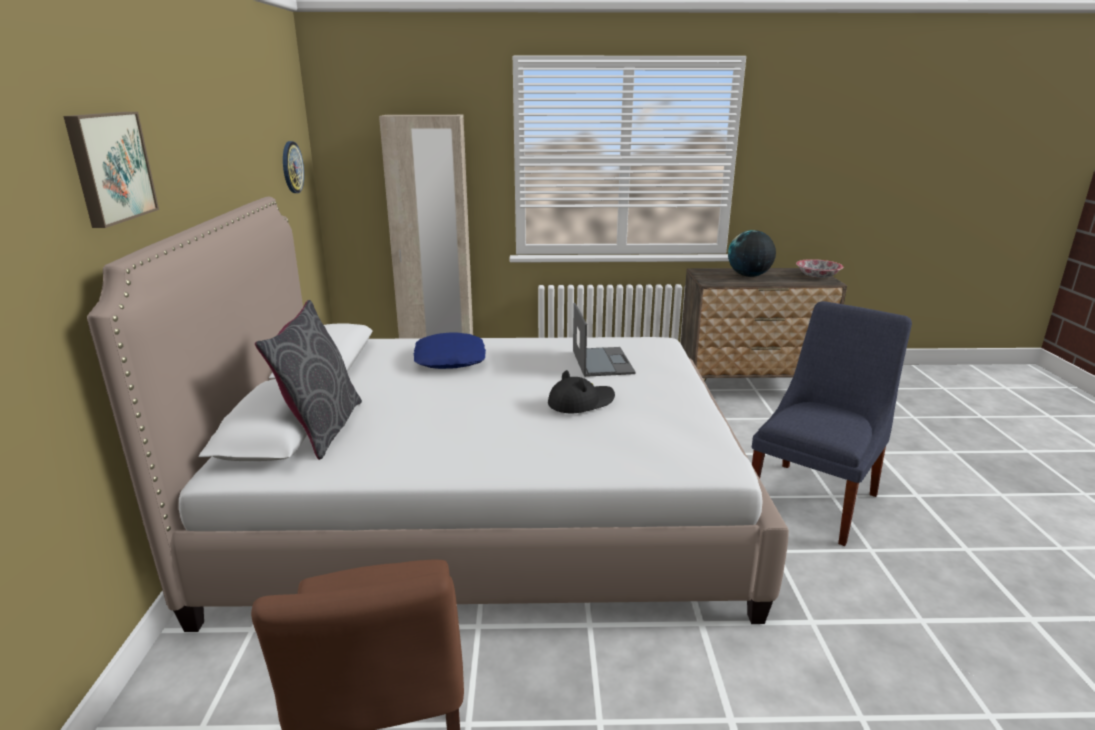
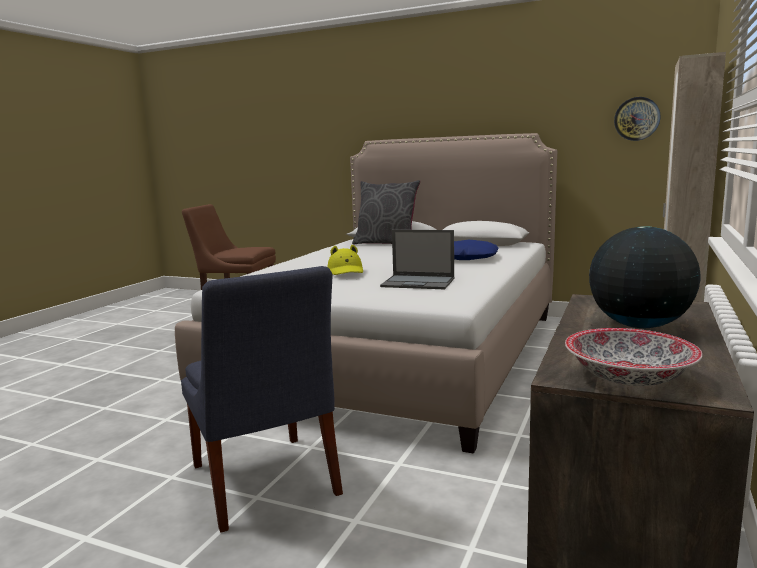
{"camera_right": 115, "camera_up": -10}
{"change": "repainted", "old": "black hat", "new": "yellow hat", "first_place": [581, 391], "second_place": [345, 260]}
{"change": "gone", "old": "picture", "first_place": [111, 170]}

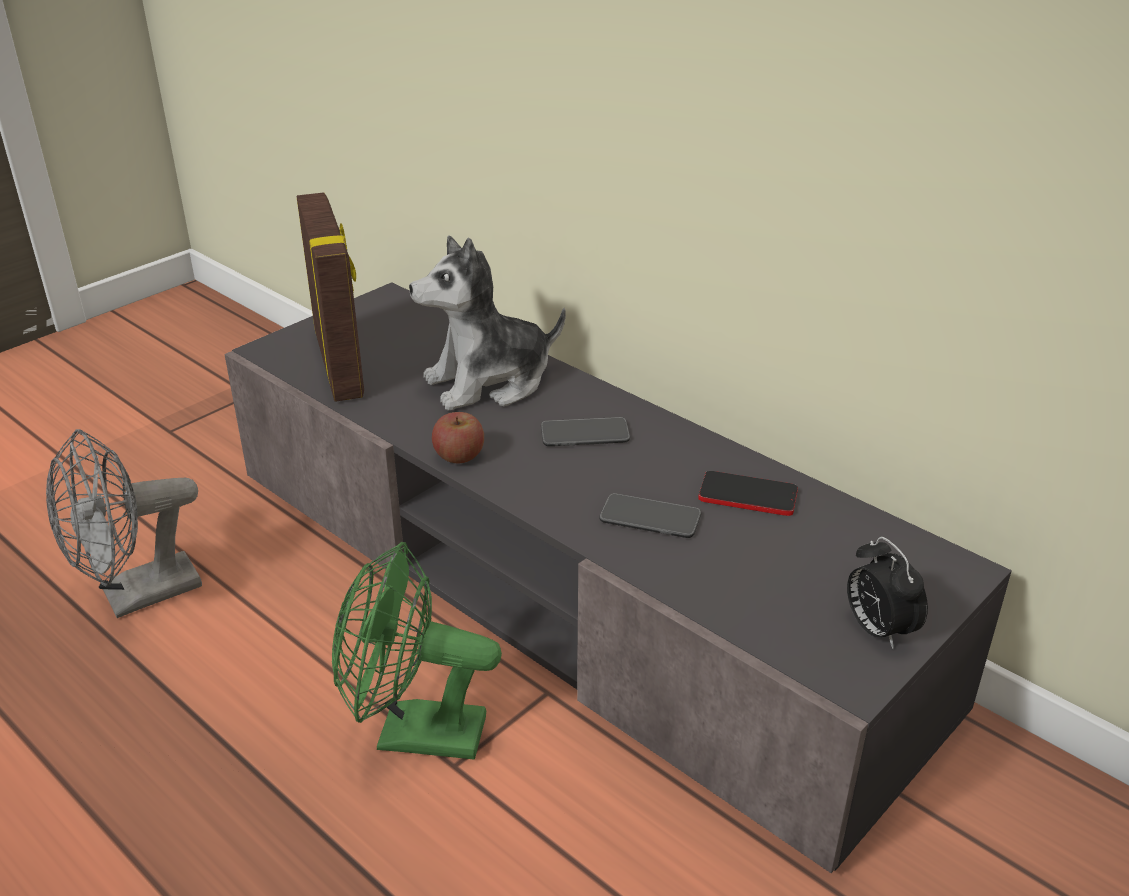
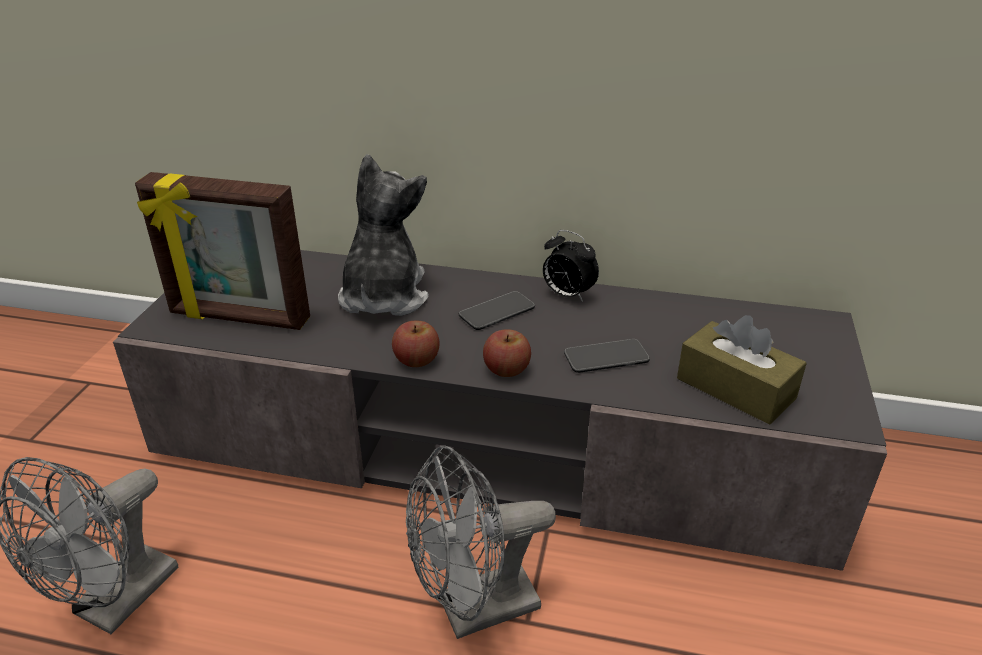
{"camera_right": -30, "camera_up": 0}
{"change": "rotated", "old": "picture frame", "first_place": [330, 297], "second_place": [222, 251], "degrees": 150}
{"change": "rotated", "old": "plush toy", "first_place": [487, 322], "second_place": [383, 235], "degrees": 150}
{"change": "repainted", "old": "green fan", "new": "grey fan", "first_place": [417, 651], "second_place": [481, 542]}
{"change": "new", "new": "apple", "second_place": [507, 353]}
{"change": "shifted", "old": "alarm clock", "first_place": [887, 592], "second_place": [571, 266]}
{"change": "new", "new": "brown tissue box", "second_place": [742, 370]}
{"change": "gone", "old": "phone", "first_place": [748, 493]}

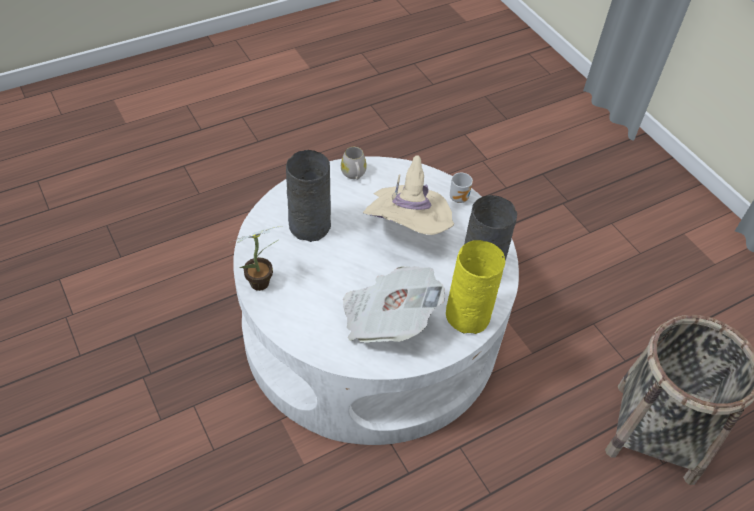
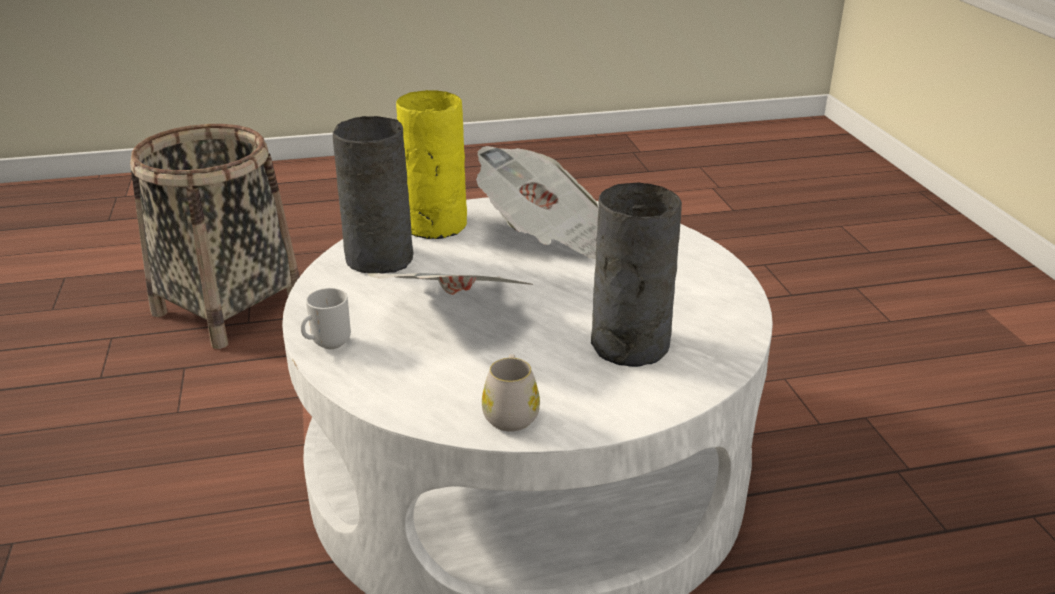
{"camera_right": -160, "camera_up": -20}
{"change": "swapped", "old": "beige hat", "new": "newspaper", "first_place": [408, 195], "second_place": [450, 284]}
{"change": "gone", "old": "potted plant", "first_place": [259, 258]}

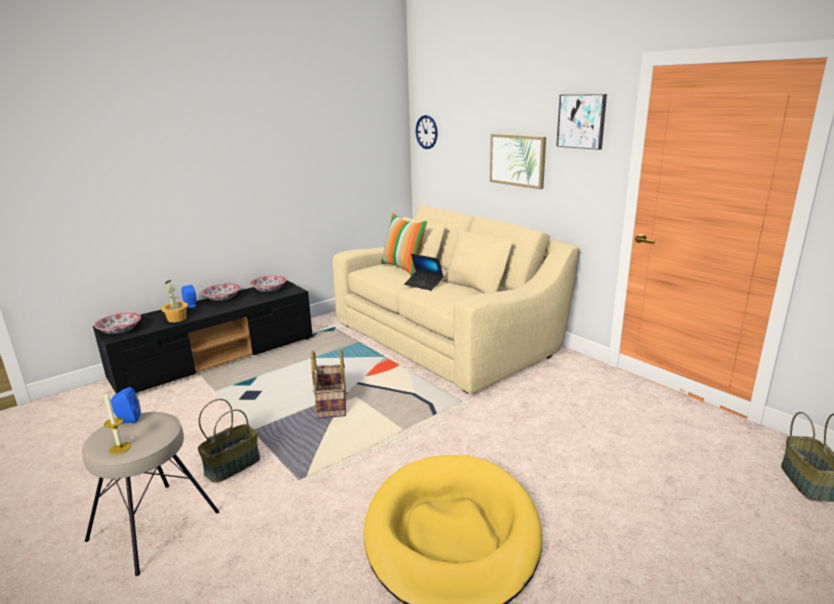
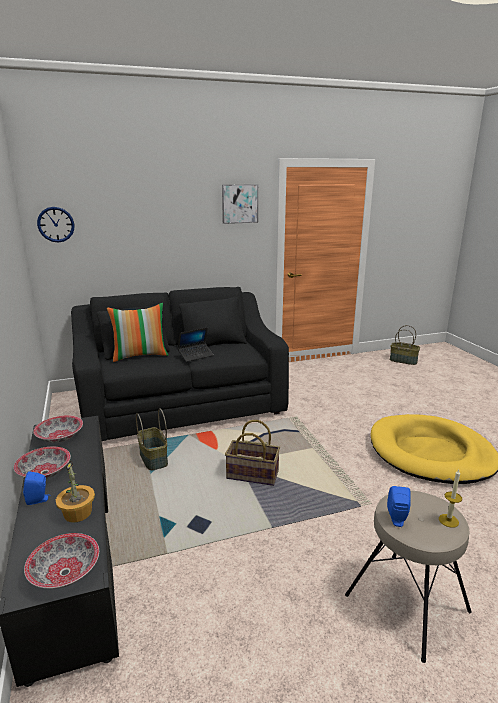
{"camera_right": -70, "camera_up": 0}
{"change": "repainted", "old": "beige sofa", "new": "black sofa", "first_place": [456, 299], "second_place": [180, 364]}
{"change": "shifted", "old": "basket", "first_place": [229, 441], "second_place": [152, 439]}
{"change": "gone", "old": "picture", "first_place": [518, 161]}

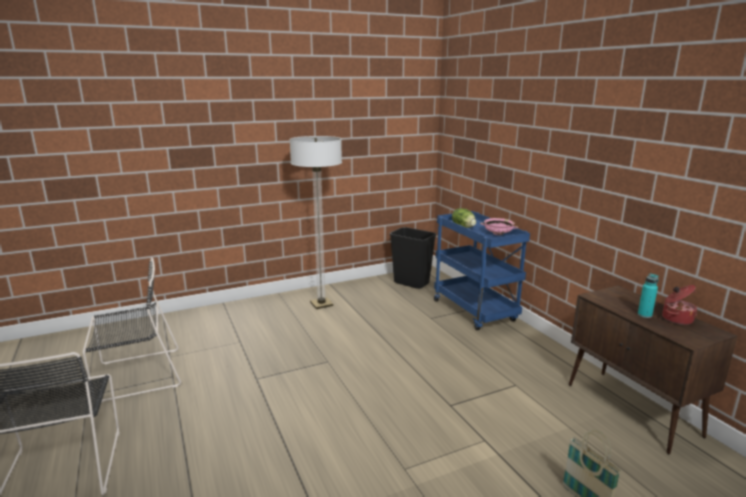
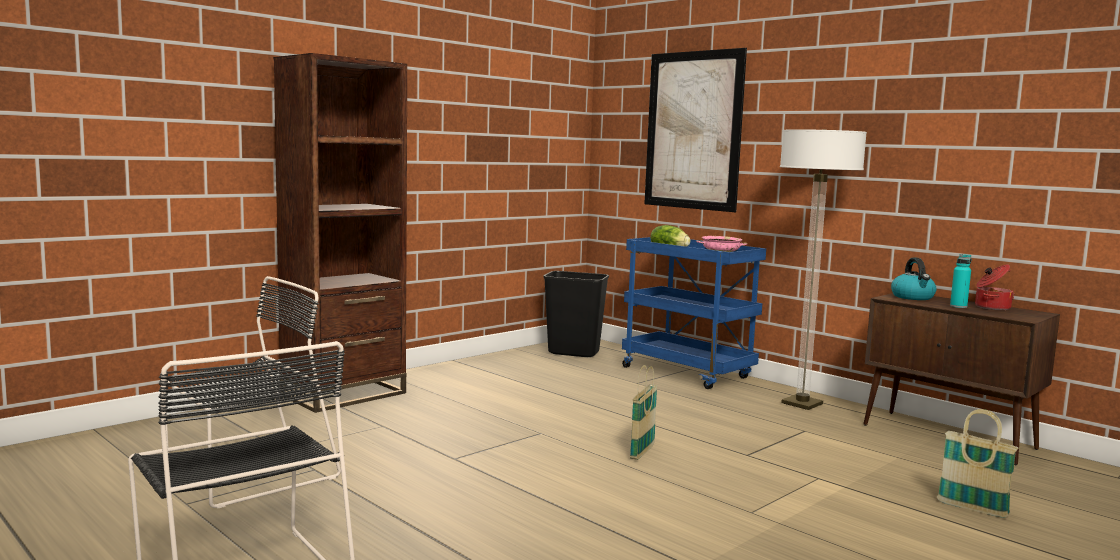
{"camera_right": -20, "camera_up": -10}
{"change": "new", "new": "brown bookcase", "second_place": [340, 233]}
{"change": "new", "new": "basket", "second_place": [643, 412]}
{"change": "new", "new": "picture", "second_place": [695, 130]}
{"change": "shifted", "old": "floor lamp", "first_place": [315, 222], "second_place": [823, 269]}
{"change": "new", "new": "kettle", "second_place": [913, 278]}

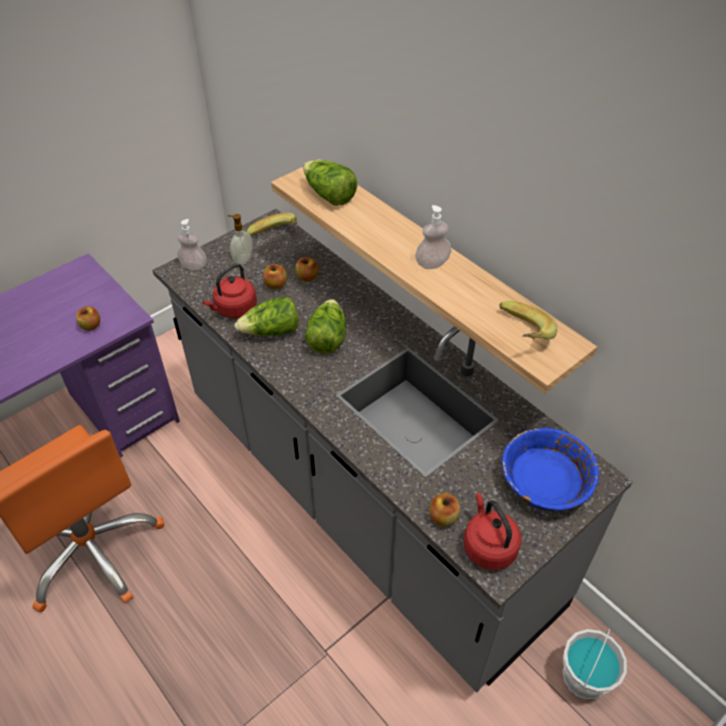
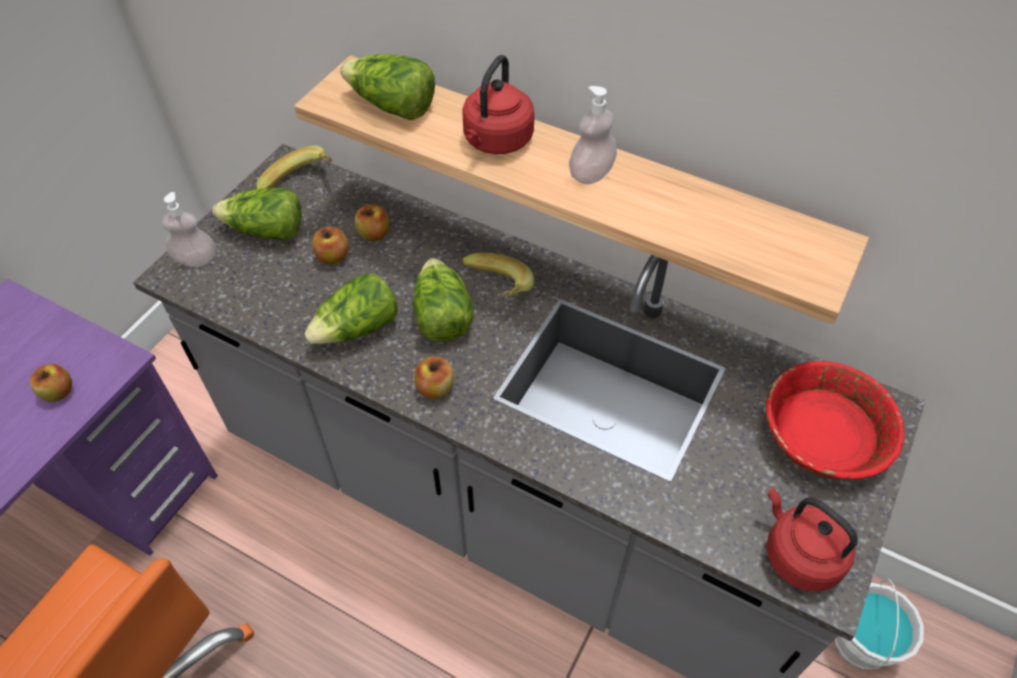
{"camera_right": -20, "camera_up": 5}
{"change": "swapped", "old": "soap dispenser", "new": "lettuce", "first_place": [240, 239], "second_place": [256, 214]}
{"change": "shifted", "old": "apple", "first_place": [444, 509], "second_place": [434, 377]}
{"change": "shifted", "old": "banana", "first_place": [528, 320], "second_place": [497, 275]}
{"change": "shifted", "old": "red kettle", "first_place": [230, 290], "second_place": [498, 104]}
{"change": "repainted", "old": "blue bowl", "new": "red bowl", "first_place": [550, 469], "second_place": [835, 420]}

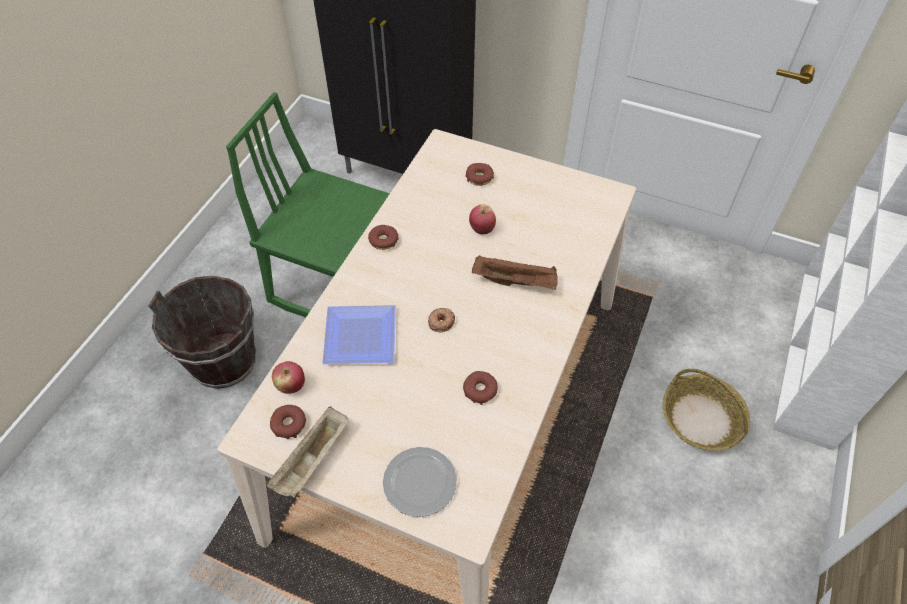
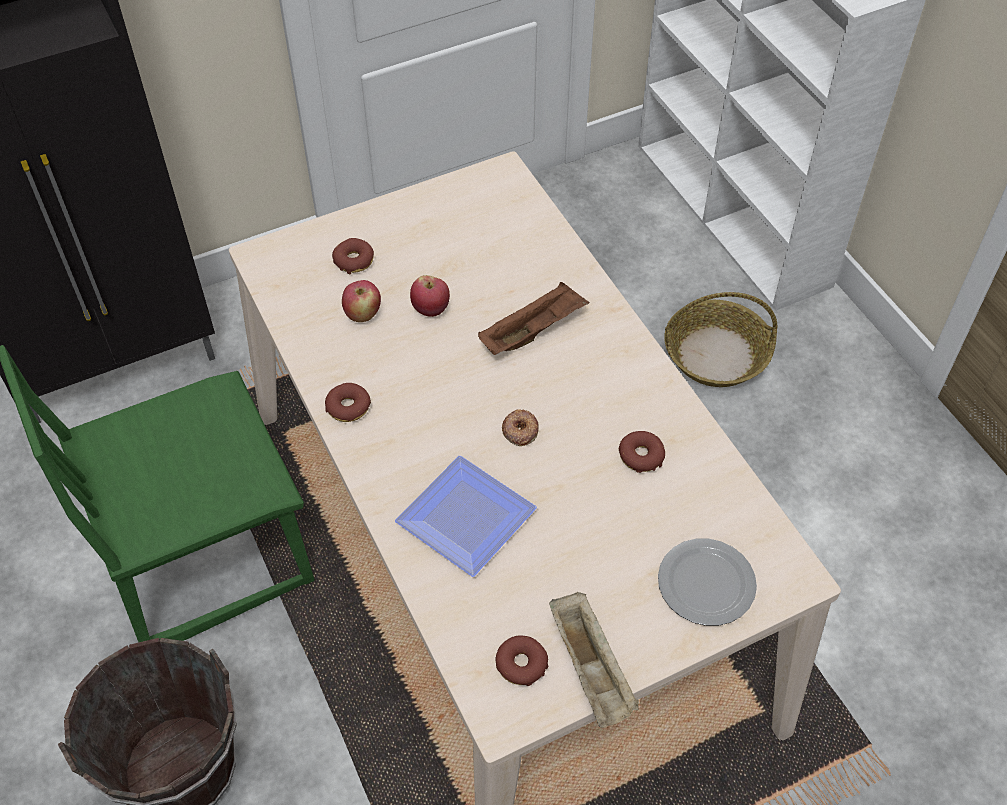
{"camera_right": -50, "camera_up": 0}
{"change": "shifted", "old": "apple", "first_place": [288, 377], "second_place": [361, 301]}

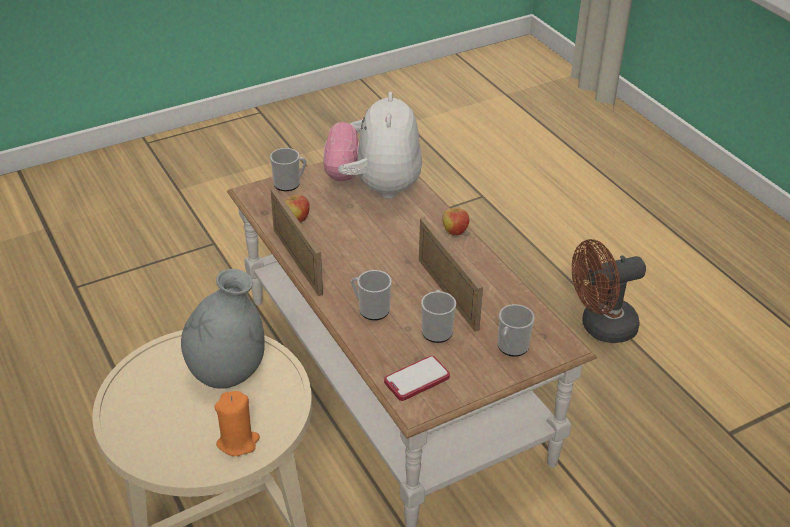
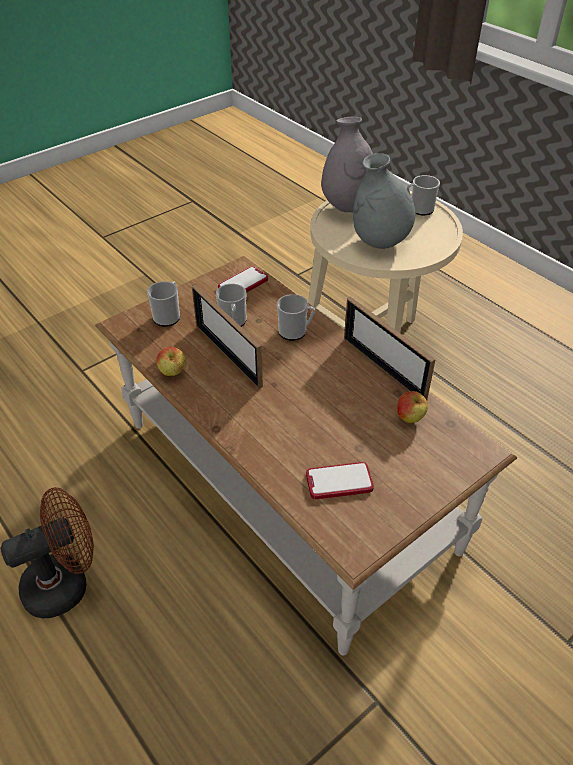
{"camera_right": 170, "camera_up": 5}
{"change": "shifted", "old": "apple", "first_place": [455, 220], "second_place": [171, 361]}
{"change": "swapped", "old": "plush toy", "new": "phone", "first_place": [373, 145], "second_place": [340, 480]}
{"change": "swapped", "old": "orange candle", "new": "grey vase", "first_place": [237, 423], "second_place": [347, 165]}
{"change": "shifted", "old": "mug", "first_place": [288, 169], "second_place": [423, 195]}

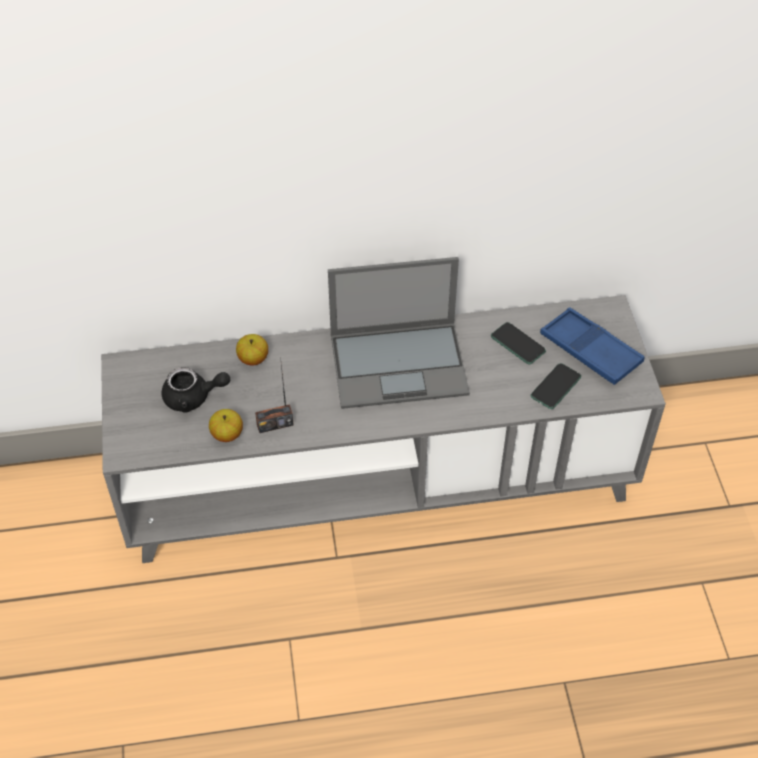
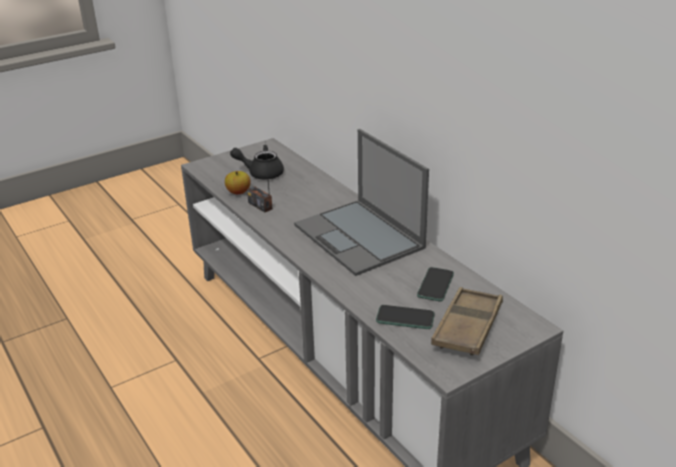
{"camera_right": 65, "camera_up": -20}
{"change": "rotated", "old": "black teapot", "first_place": [196, 390], "second_place": [257, 162], "degrees": 120}
{"change": "repainted", "old": "blue tray", "new": "brown tray", "first_place": [592, 346], "second_place": [467, 321]}
{"change": "gone", "old": "apple", "first_place": [252, 350]}

